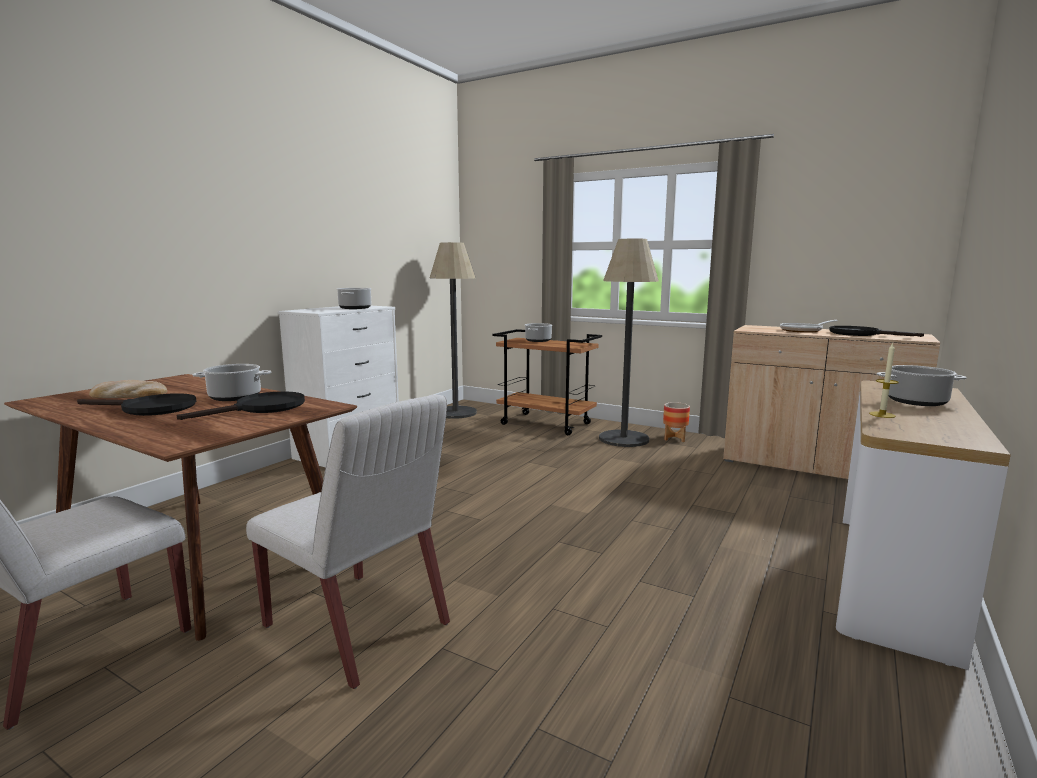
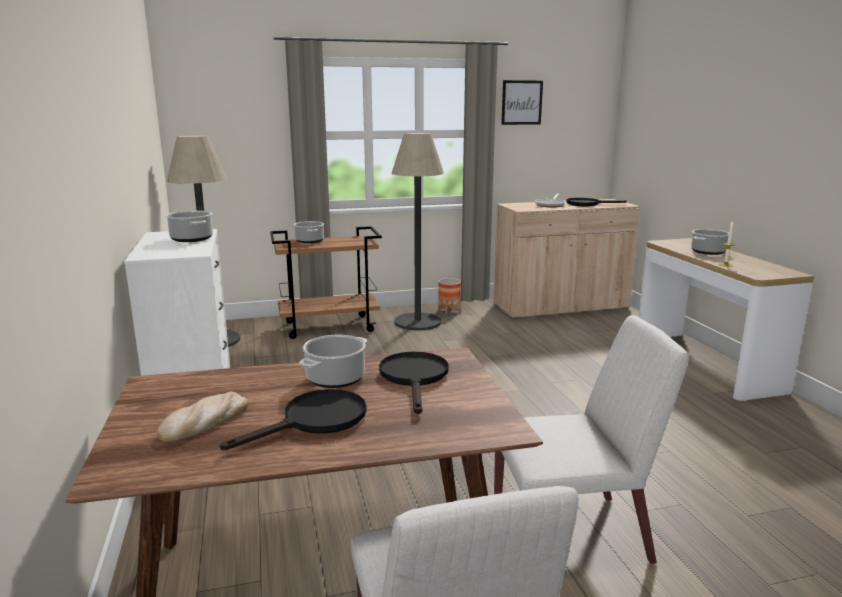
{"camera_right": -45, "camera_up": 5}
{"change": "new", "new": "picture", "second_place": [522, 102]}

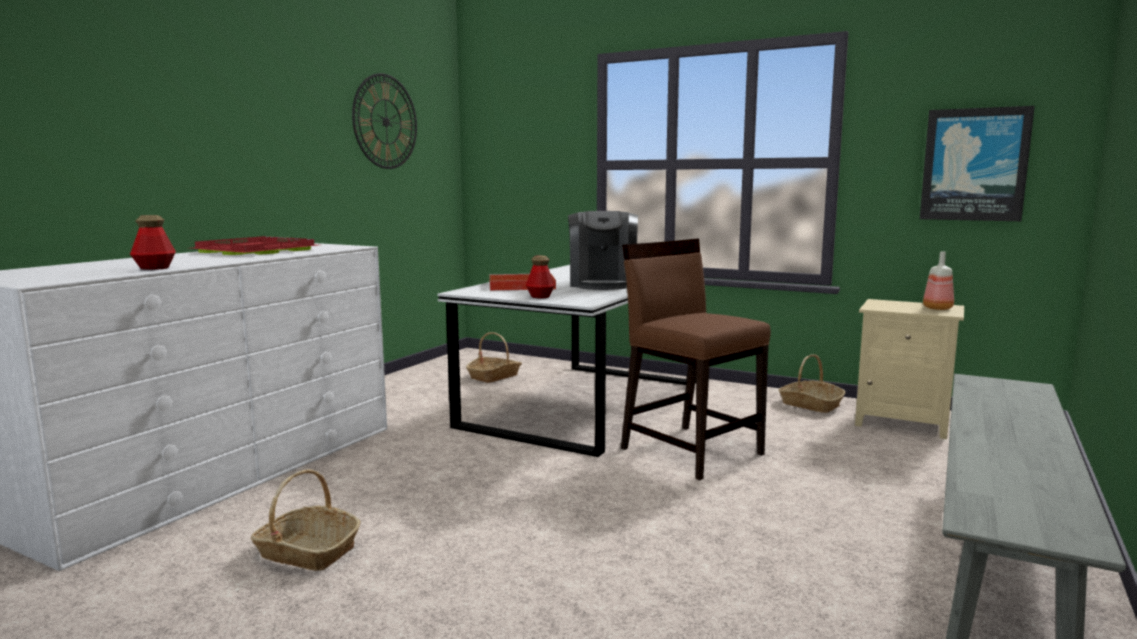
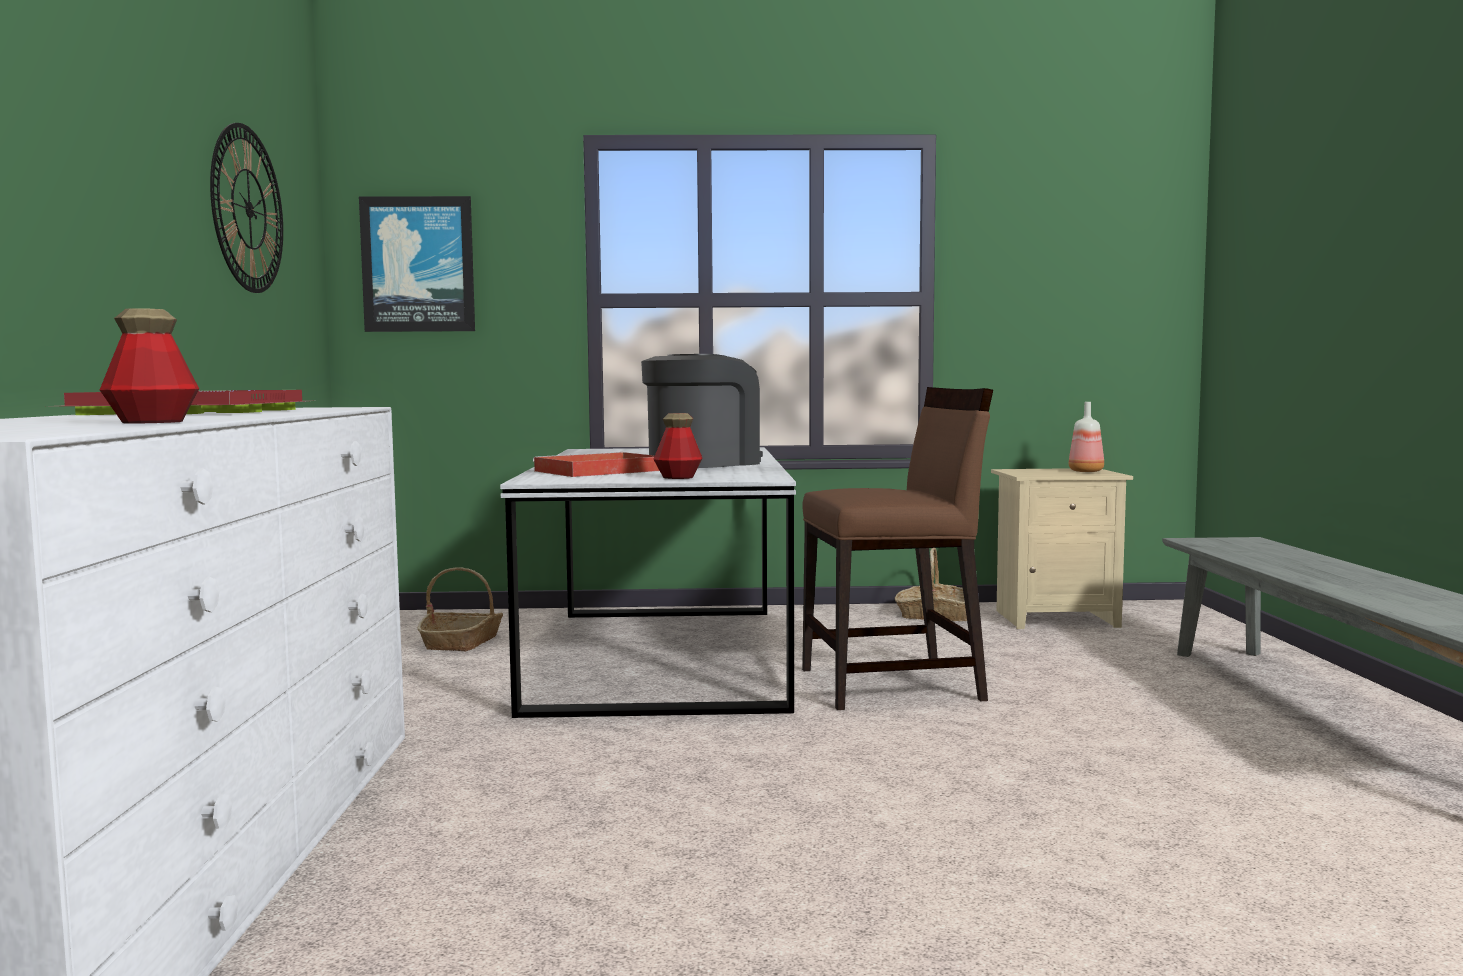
{"camera_right": -30, "camera_up": -5}
{"change": "shifted", "old": "picture", "first_place": [977, 163], "second_place": [417, 264]}
{"change": "rotated", "old": "coffee machine", "first_place": [603, 250], "second_place": [702, 411], "degrees": -105}
{"change": "rotated", "old": "brown chair", "first_place": [696, 359], "second_place": [897, 548], "degrees": 150}
{"change": "gone", "old": "basket", "first_place": [306, 520]}

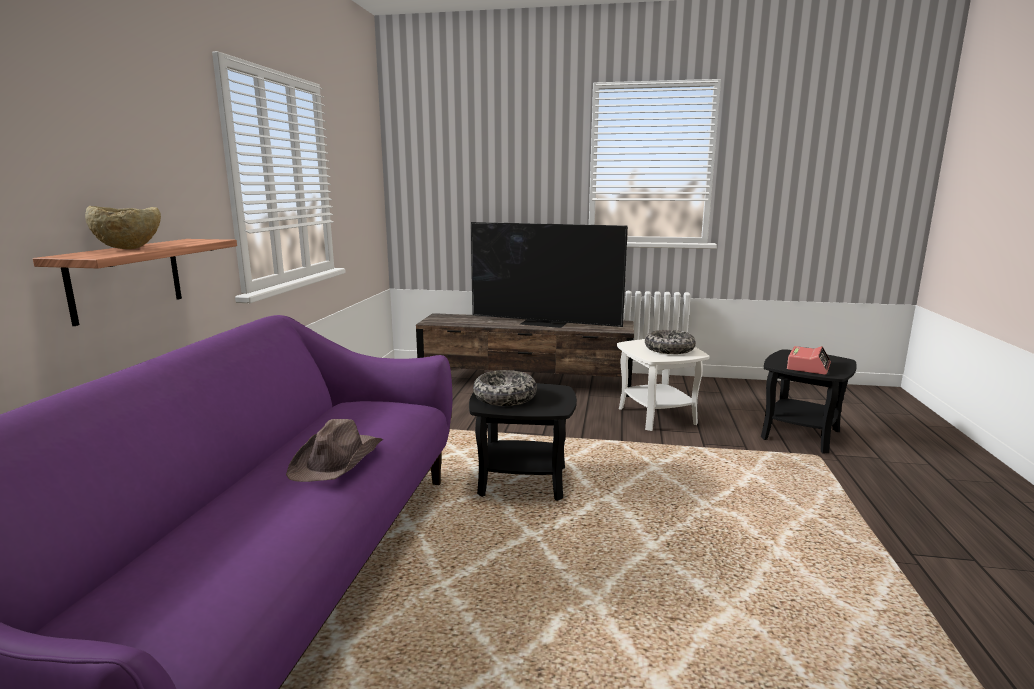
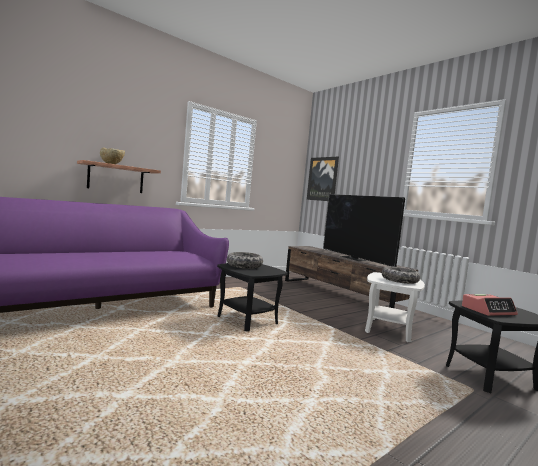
{"camera_right": 40, "camera_up": -10}
{"change": "new", "new": "picture", "second_place": [323, 179]}
{"change": "gone", "old": "brown hat", "first_place": [334, 450]}

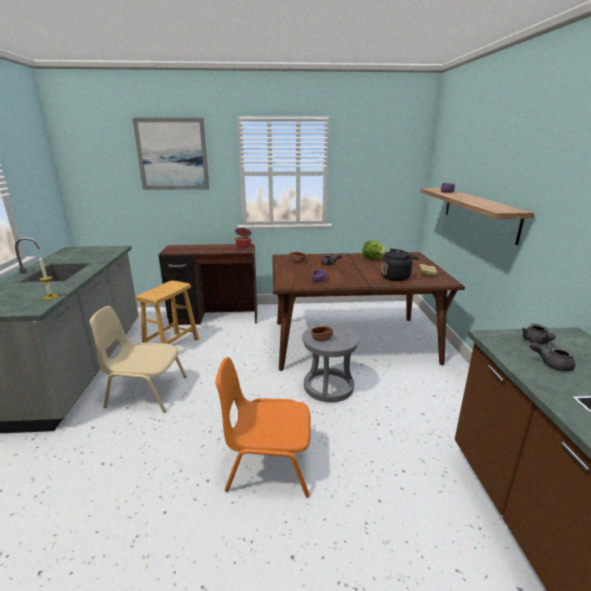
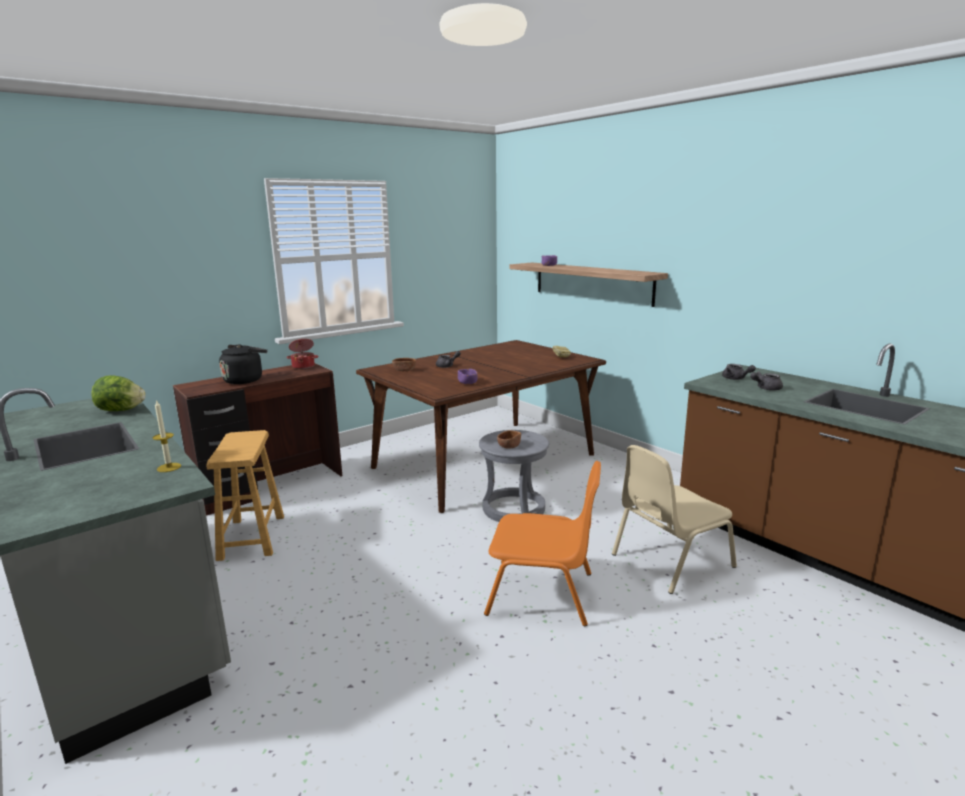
{"camera_right": -35, "camera_up": -5}
{"change": "shifted", "old": "lettuce", "first_place": [374, 250], "second_place": [118, 393]}
{"change": "shifted", "old": "black kettle", "first_place": [400, 264], "second_place": [243, 364]}
{"change": "rotated", "old": "orange chair", "first_place": [262, 427], "second_place": [542, 543], "degrees": -135}
{"change": "shifted", "old": "beige chair", "first_place": [138, 359], "second_place": [674, 519]}
{"change": "gone", "old": "picture", "first_place": [170, 154]}

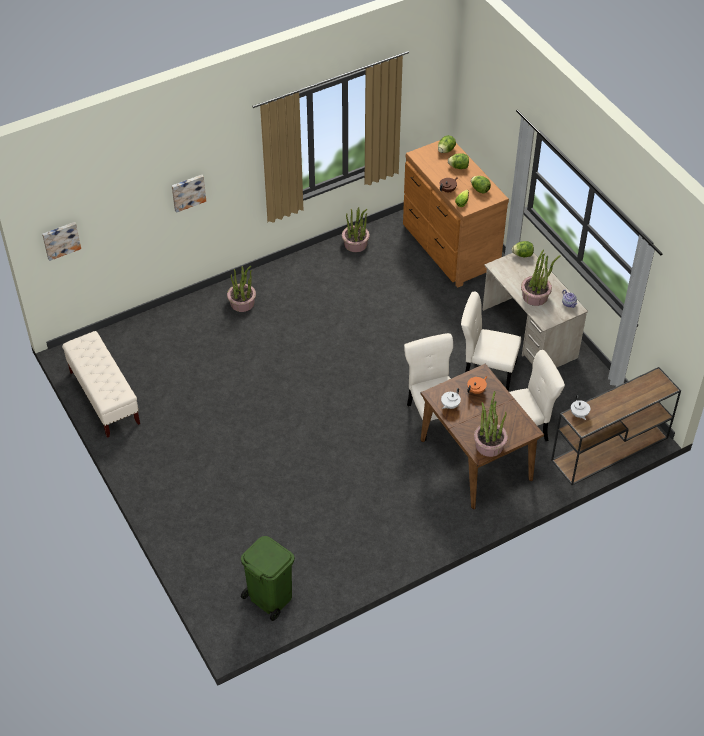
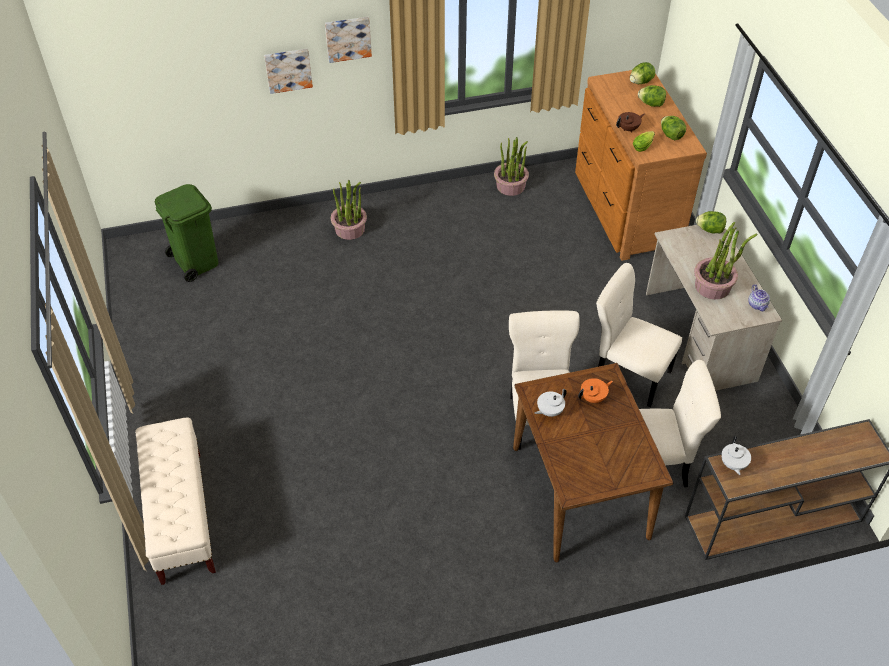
{"camera_right": 15, "camera_up": 0}
{"change": "shifted", "old": "beige bench", "first_place": [101, 384], "second_place": [175, 501]}
{"change": "shifted", "old": "green trash can", "first_place": [268, 578], "second_place": [187, 233]}
{"change": "shifted", "old": "picture", "first_place": [61, 241], "second_place": [348, 40]}
{"change": "gone", "old": "potted plant", "first_place": [491, 424]}

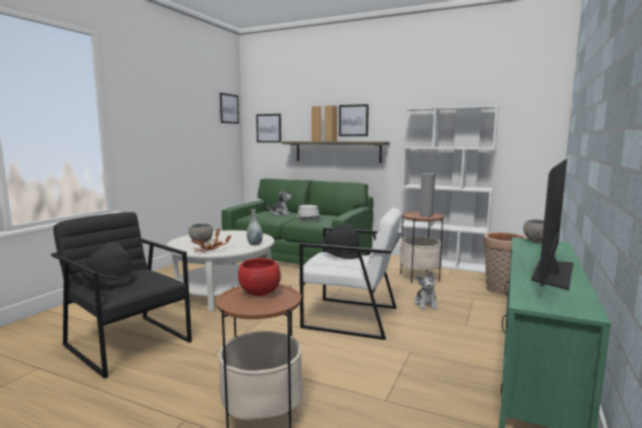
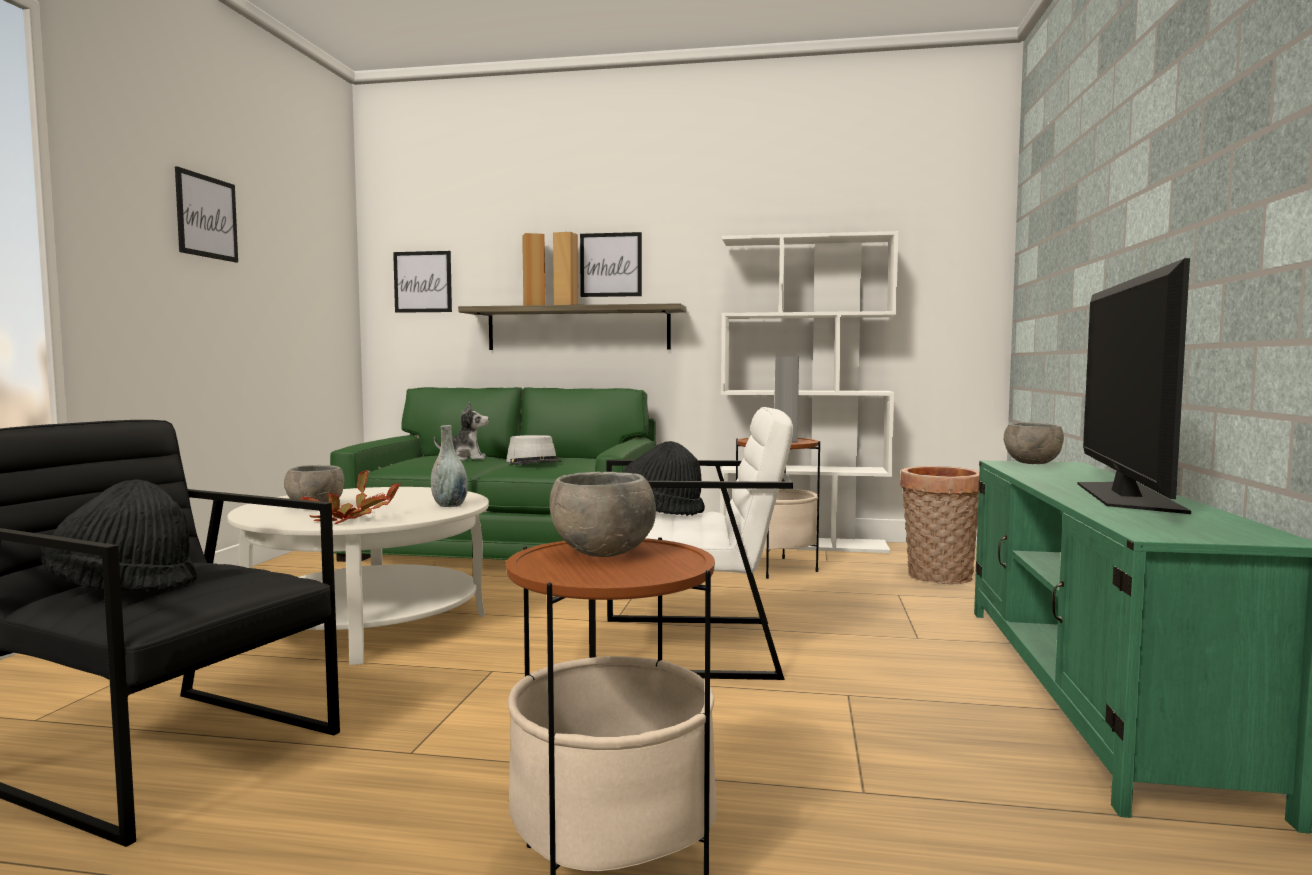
{"camera_right": -15, "camera_up": -5}
{"change": "shifted", "old": "picture", "first_place": [229, 108], "second_place": [206, 214]}
{"change": "repainted", "old": "red bowl", "new": "grey bowl", "first_place": [259, 277], "second_place": [602, 514]}
{"change": "gone", "old": "plush toy", "first_place": [426, 290]}

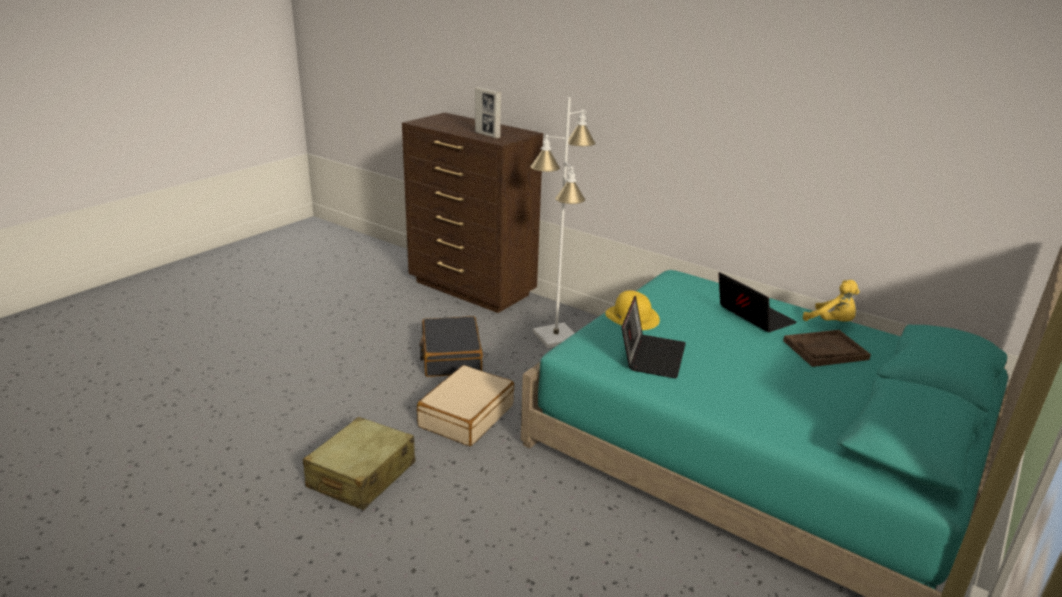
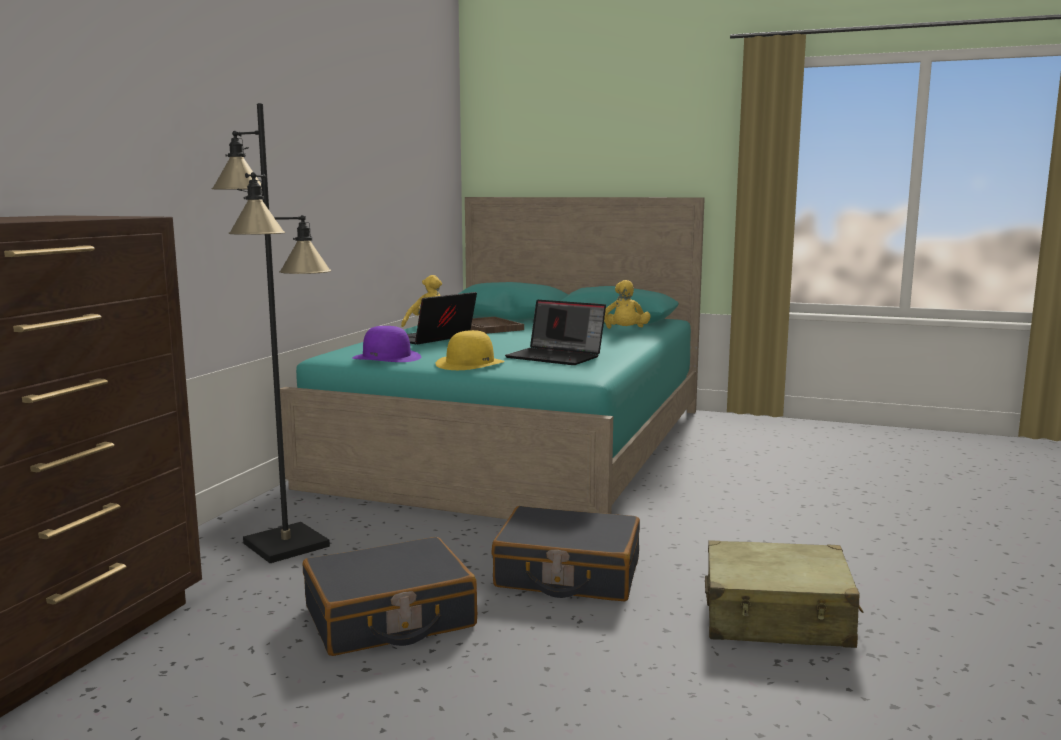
{"camera_right": -105, "camera_up": -15}
{"change": "repainted", "old": "white floor lamp", "new": "black floor lamp", "first_place": [563, 222], "second_place": [271, 333]}
{"change": "new", "new": "purple hat", "second_place": [387, 344]}
{"change": "repainted", "old": "beige suitcase", "new": "black suitcase", "first_place": [465, 405], "second_place": [565, 553]}
{"change": "rotated", "old": "laptop", "first_place": [653, 337], "second_place": [555, 332], "degrees": -150}
{"change": "new", "new": "yellow plush toy", "second_place": [627, 304]}
{"change": "gone", "old": "picture frame", "first_place": [488, 112]}

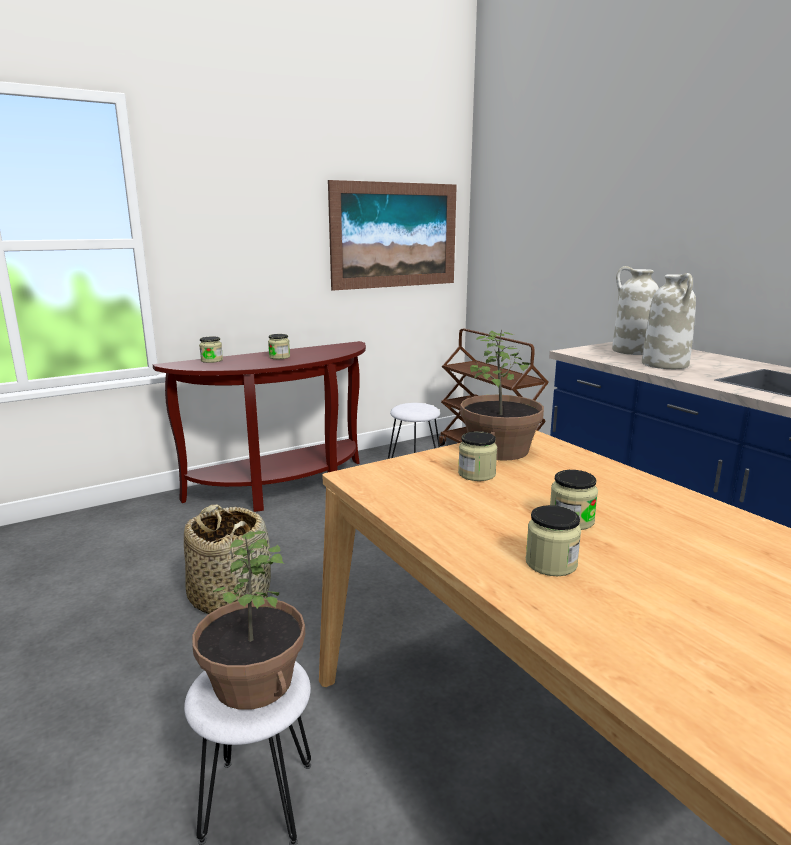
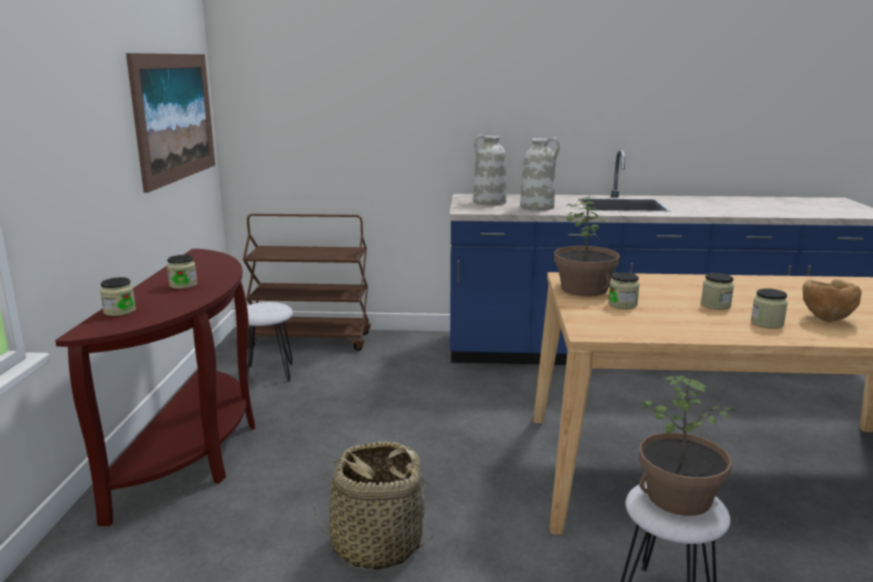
{"camera_right": -55, "camera_up": 0}
{"change": "new", "new": "brown bowl", "second_place": [832, 300]}

